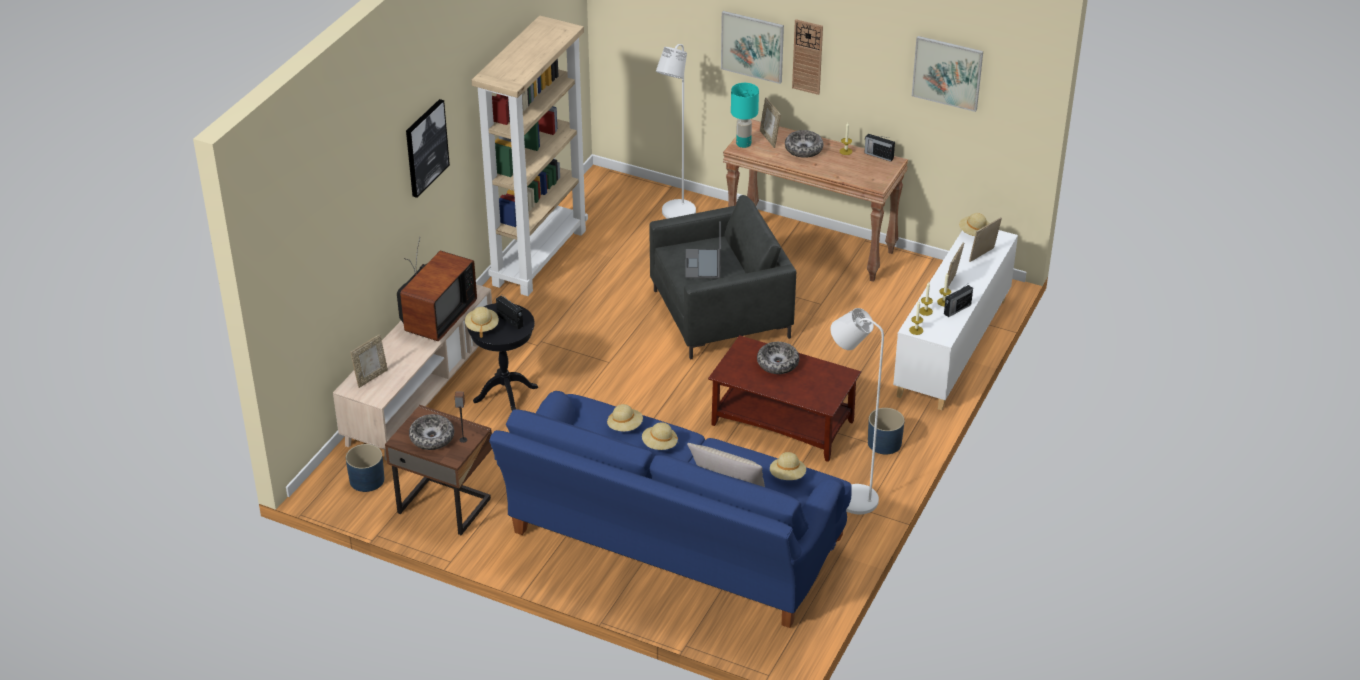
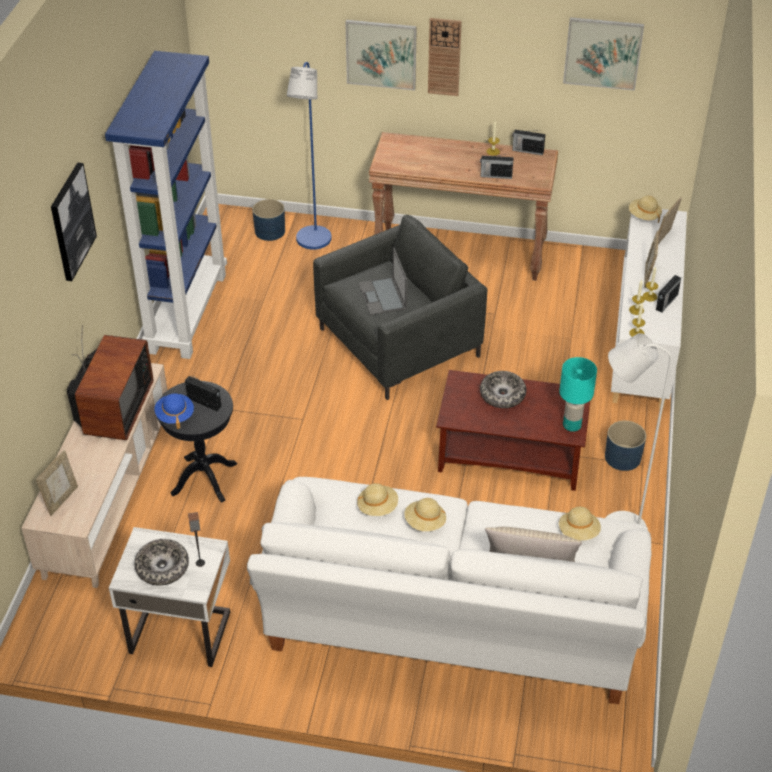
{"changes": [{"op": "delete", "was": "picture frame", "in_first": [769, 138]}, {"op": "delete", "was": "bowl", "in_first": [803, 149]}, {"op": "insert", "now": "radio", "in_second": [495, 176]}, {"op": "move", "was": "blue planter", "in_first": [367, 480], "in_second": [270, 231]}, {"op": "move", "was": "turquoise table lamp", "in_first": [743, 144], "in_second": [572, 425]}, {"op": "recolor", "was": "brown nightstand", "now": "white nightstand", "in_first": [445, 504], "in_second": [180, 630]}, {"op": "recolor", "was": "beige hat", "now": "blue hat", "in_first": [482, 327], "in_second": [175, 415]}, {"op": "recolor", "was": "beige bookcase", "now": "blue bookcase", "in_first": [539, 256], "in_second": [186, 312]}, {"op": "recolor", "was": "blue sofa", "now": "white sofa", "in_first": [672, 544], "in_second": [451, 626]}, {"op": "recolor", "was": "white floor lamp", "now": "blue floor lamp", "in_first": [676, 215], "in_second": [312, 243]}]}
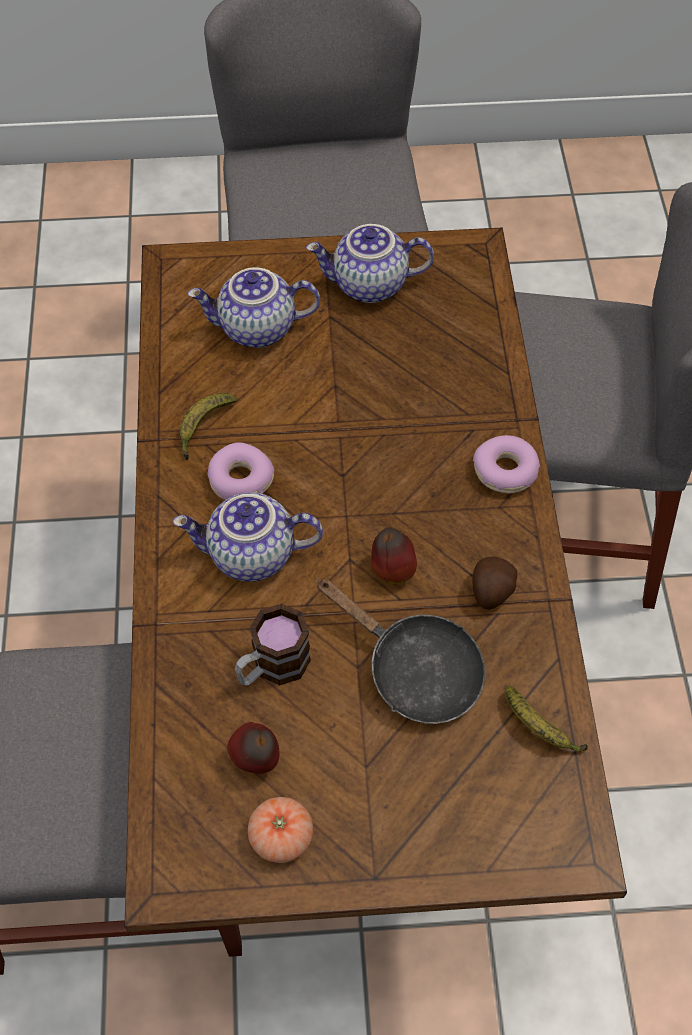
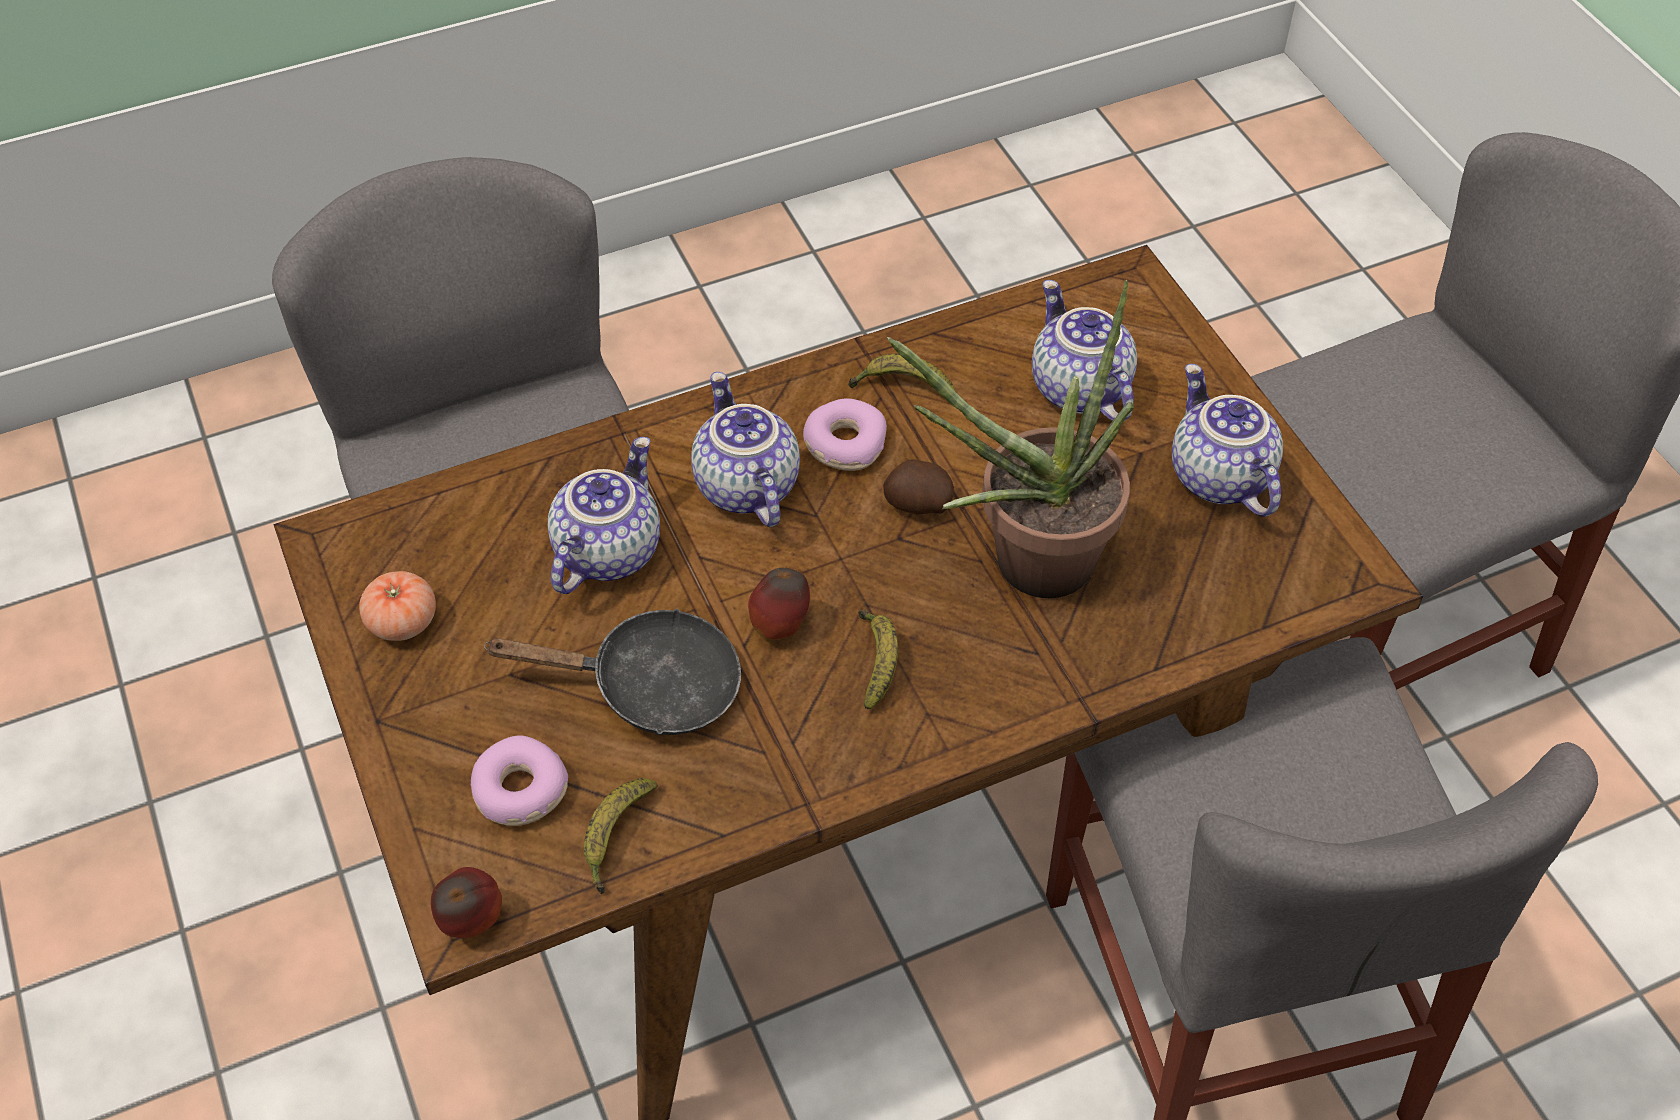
{"changes": [{"op": "insert", "now": "banana", "in_second": [877, 662]}, {"op": "insert", "now": "potted plant", "in_second": [1022, 564]}, {"op": "move", "was": "apple", "in_first": [256, 761], "in_second": [472, 922]}, {"op": "move", "was": "potato", "in_first": [490, 592], "in_second": [917, 504]}, {"op": "move", "was": "donut", "in_first": [505, 471], "in_second": [519, 791]}, {"op": "replace", "was": "mug", "now": "teapot", "in_first": [272, 667], "in_second": [606, 550]}, {"op": "rotate", "was": "black frying pan", "in_first": [414, 670], "in_second": [651, 686], "clockwise": -105}]}
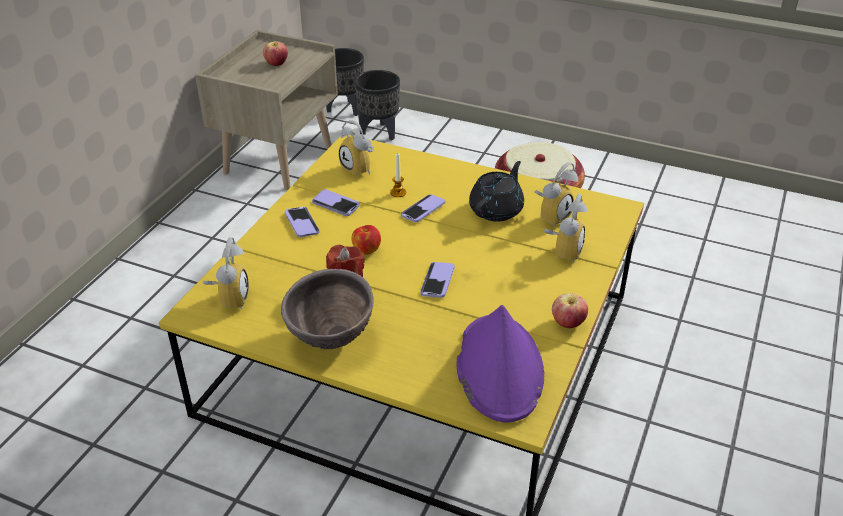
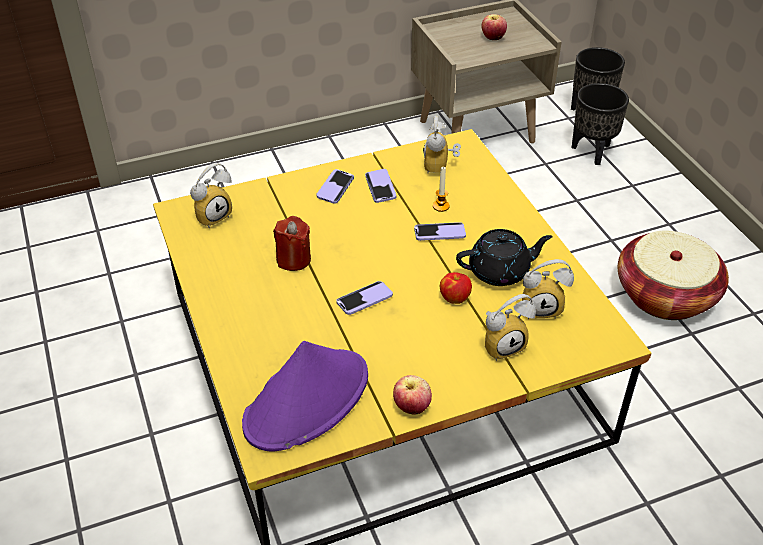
{"changes": [{"op": "delete", "was": "brown bowl", "in_first": [330, 339]}, {"op": "move", "was": "apple", "in_first": [366, 250], "in_second": [454, 298]}]}
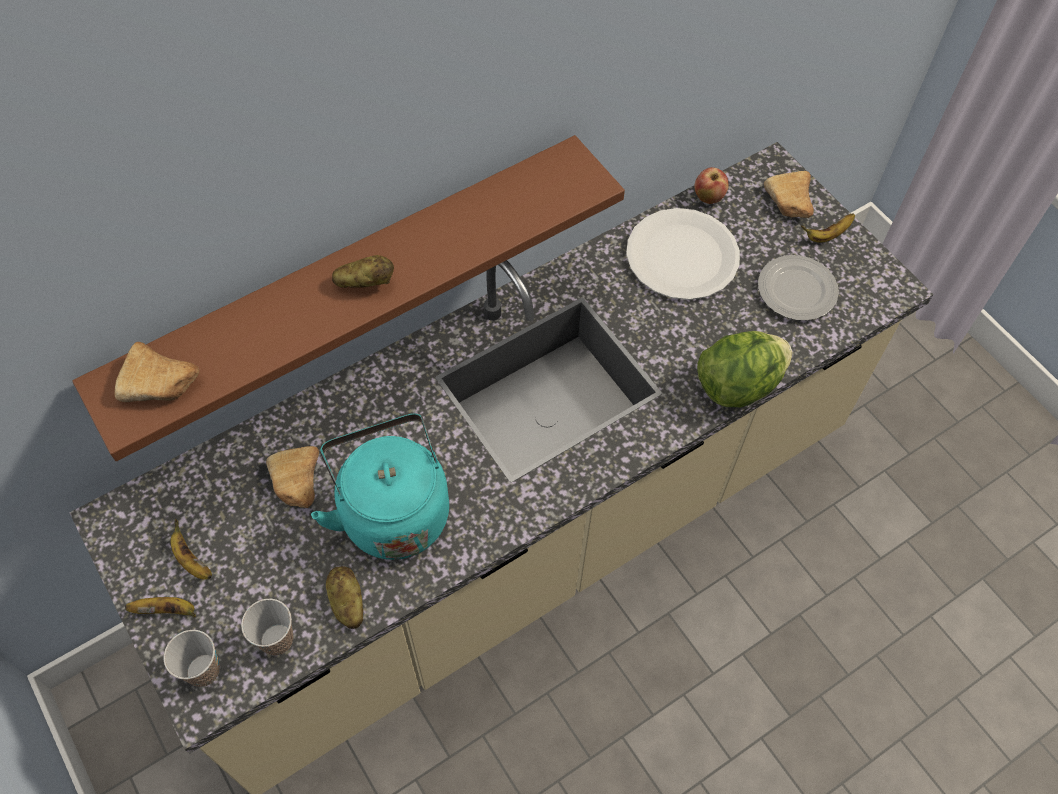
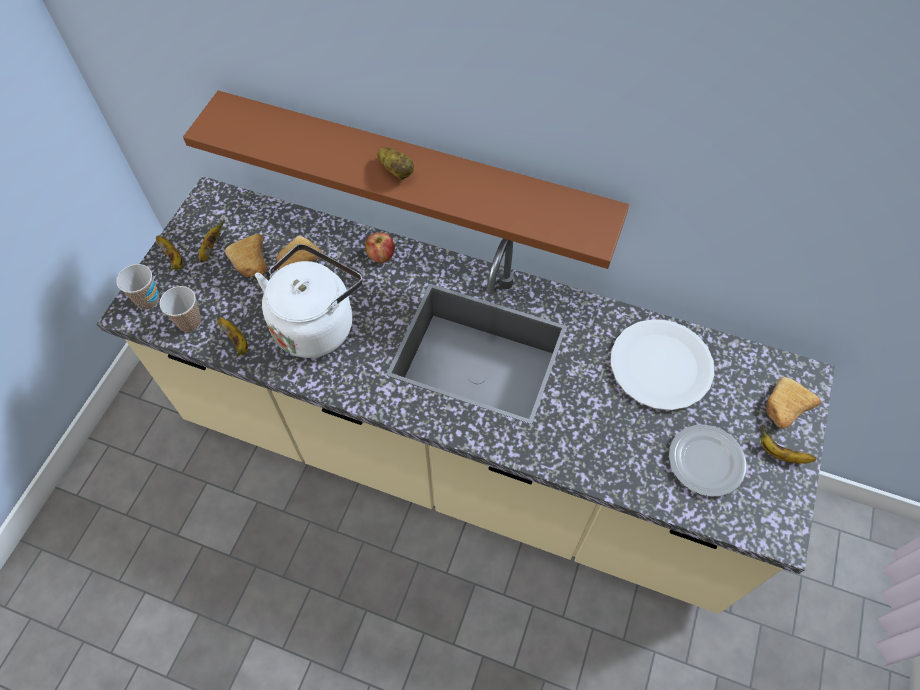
{"changes": [{"op": "delete", "was": "lettuce", "in_first": [737, 385]}, {"op": "move", "was": "bread", "in_first": [162, 384], "in_second": [252, 264]}, {"op": "move", "was": "apple", "in_first": [708, 197], "in_second": [381, 256]}, {"op": "replace", "was": "potato", "now": "banana", "in_first": [347, 603], "in_second": [236, 341]}, {"op": "recolor", "was": "turquoise kettle", "now": "white kettle", "in_first": [392, 510], "in_second": [316, 323]}]}
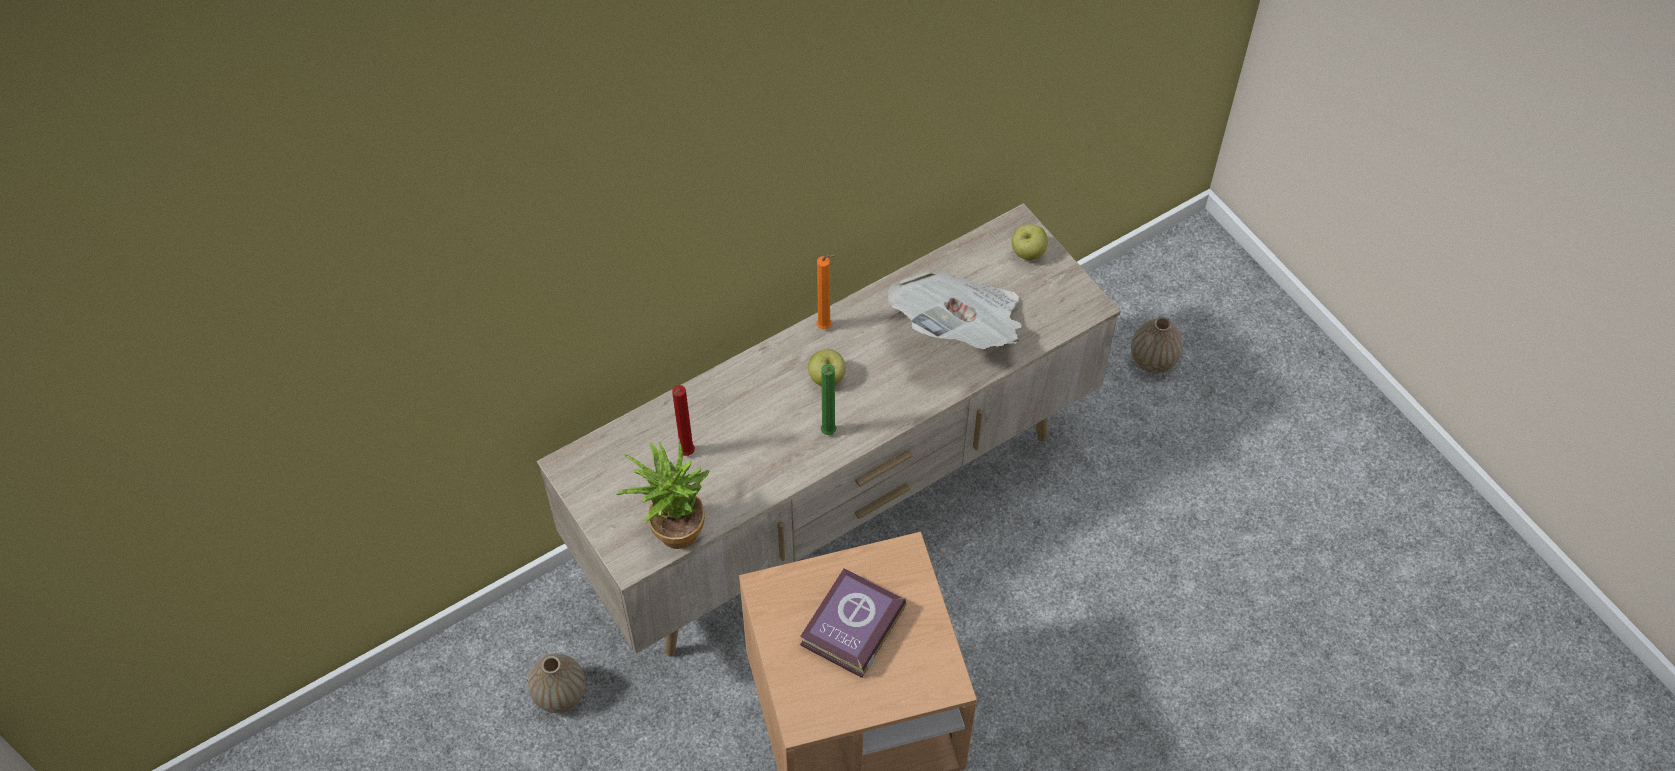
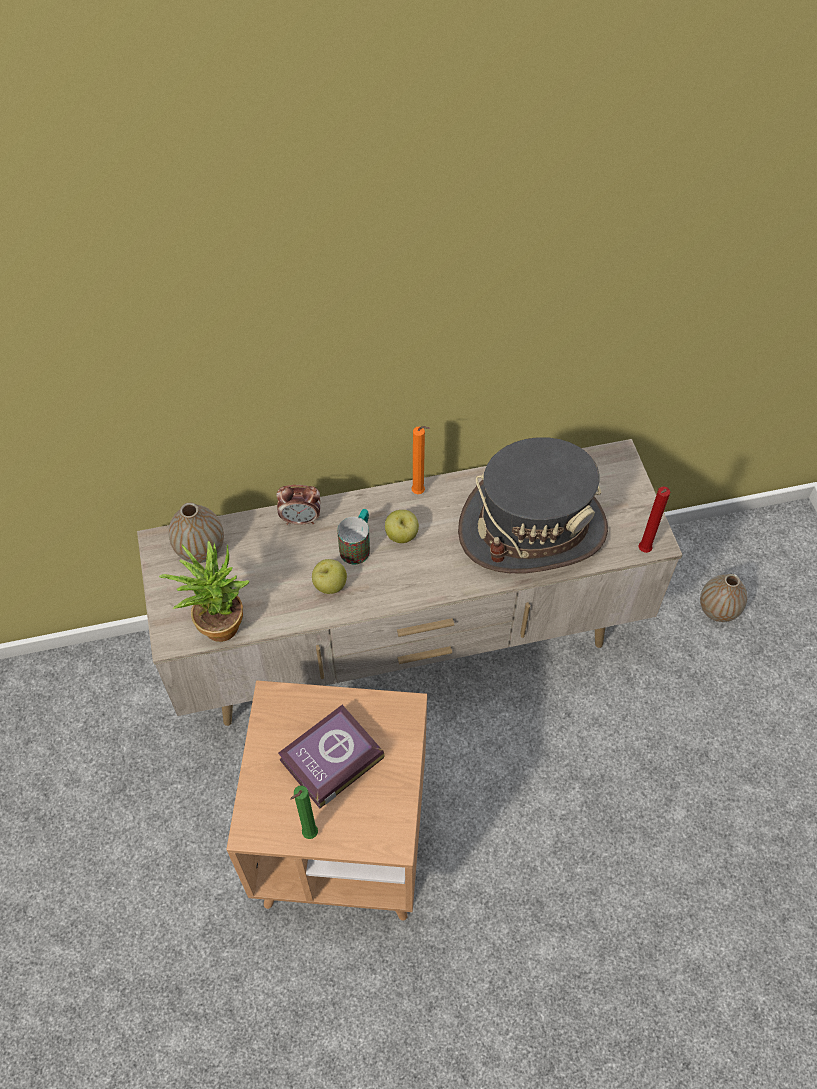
{"changes": [{"op": "insert", "now": "alarm clock", "in_second": [301, 519]}, {"op": "insert", "now": "mug", "in_second": [357, 545]}, {"op": "move", "was": "vase", "in_first": [560, 695], "in_second": [200, 549]}, {"op": "move", "was": "red candle", "in_first": [686, 454], "in_second": [643, 551]}, {"op": "move", "was": "green candle", "in_first": [827, 434], "in_second": [308, 835]}, {"op": "move", "was": "apple", "in_first": [1028, 253], "in_second": [330, 585]}, {"op": "replace", "was": "newspaper", "now": "grey hat", "in_first": [959, 329], "in_second": [532, 528]}]}
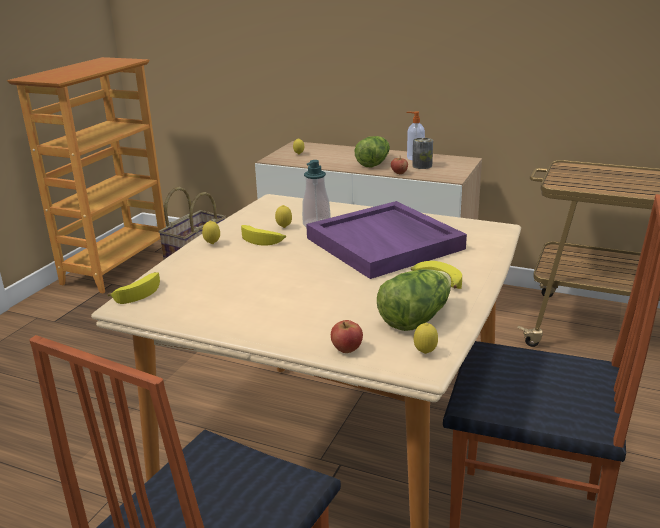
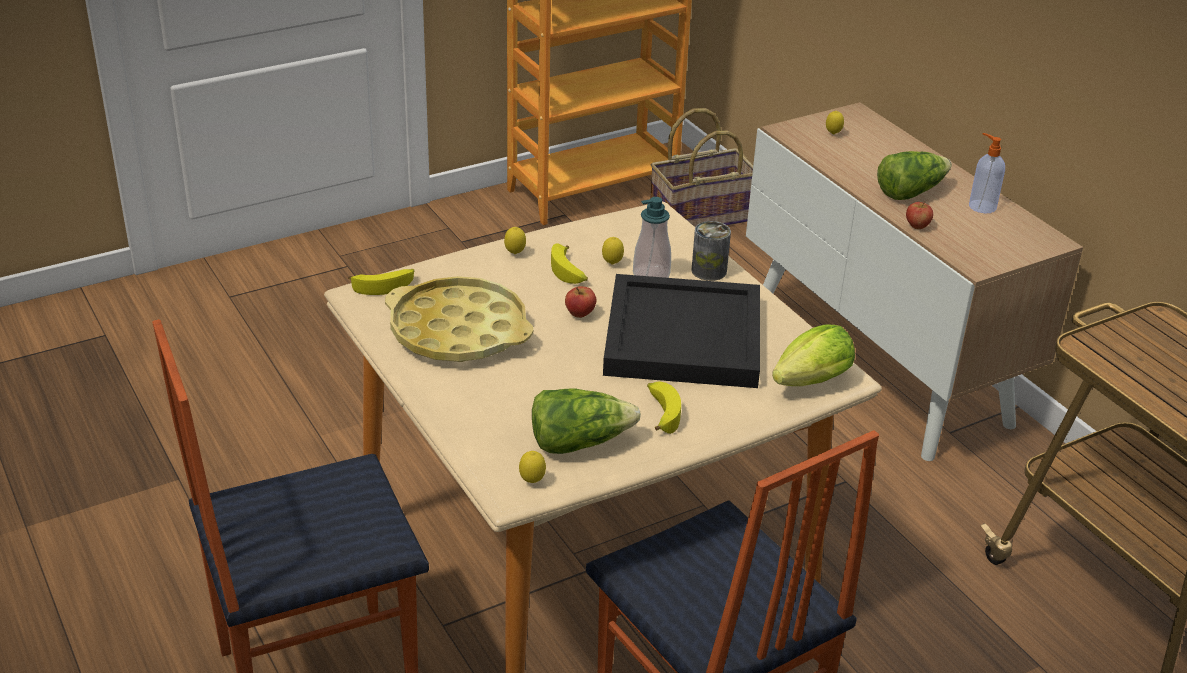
{"changes": [{"op": "insert", "now": "yellow tray", "in_second": [458, 331]}, {"op": "insert", "now": "lettuce", "in_second": [807, 384]}, {"op": "move", "was": "apple", "in_first": [347, 349], "in_second": [580, 314]}, {"op": "move", "was": "can", "in_first": [422, 166], "in_second": [709, 271]}, {"op": "recolor", "was": "purple tray", "now": "black tray", "in_first": [386, 243], "in_second": [684, 338]}]}
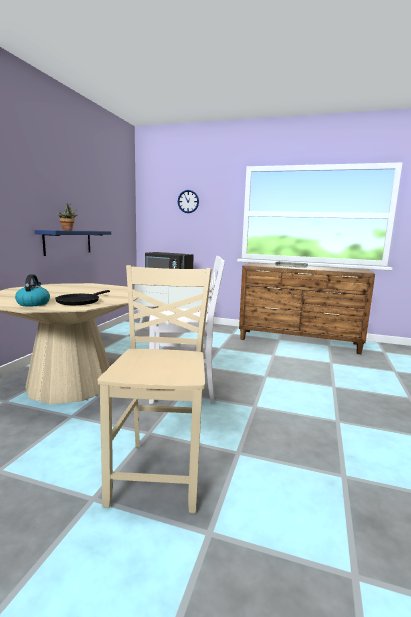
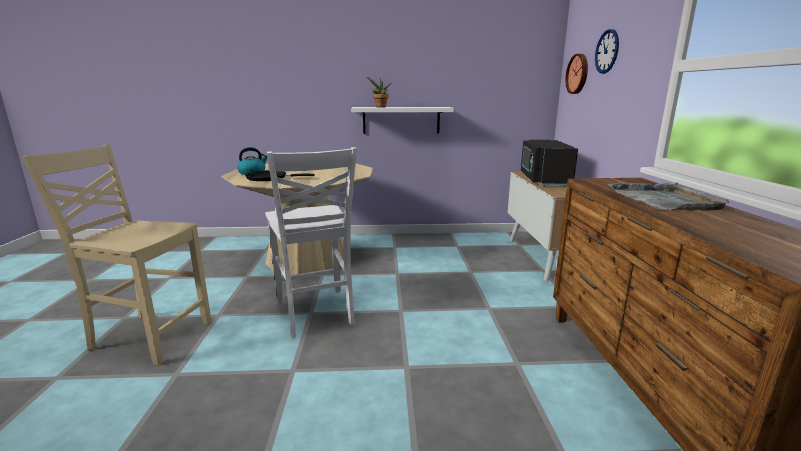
{"changes": [{"op": "insert", "now": "wall clock", "in_second": [578, 74]}, {"op": "recolor", "was": "blue shelf", "now": "white shelf", "in_first": [68, 242], "in_second": [401, 120]}, {"op": "rotate", "was": "beige chair", "in_first": [160, 473], "in_second": [150, 336], "clockwise": -150}]}
